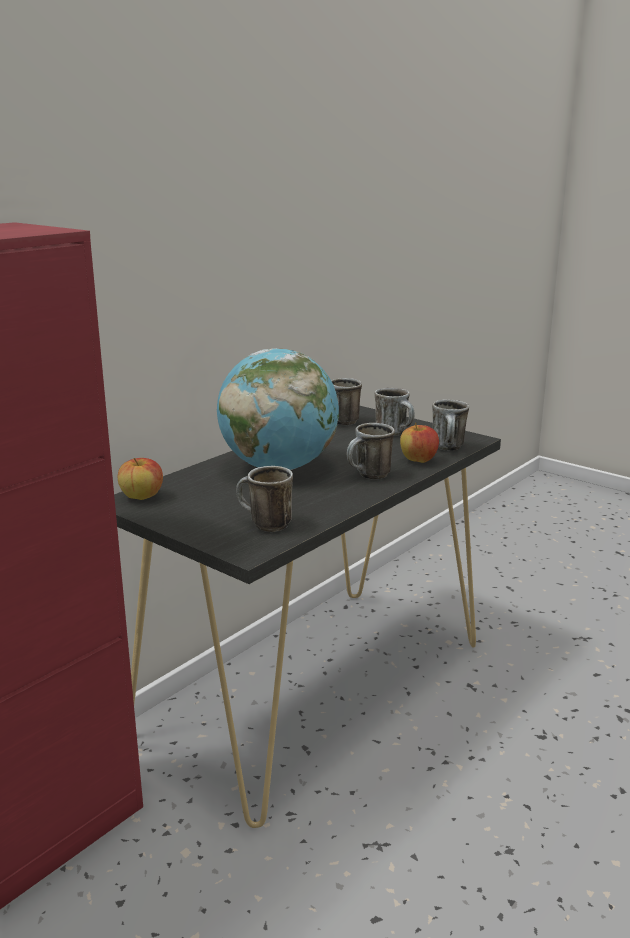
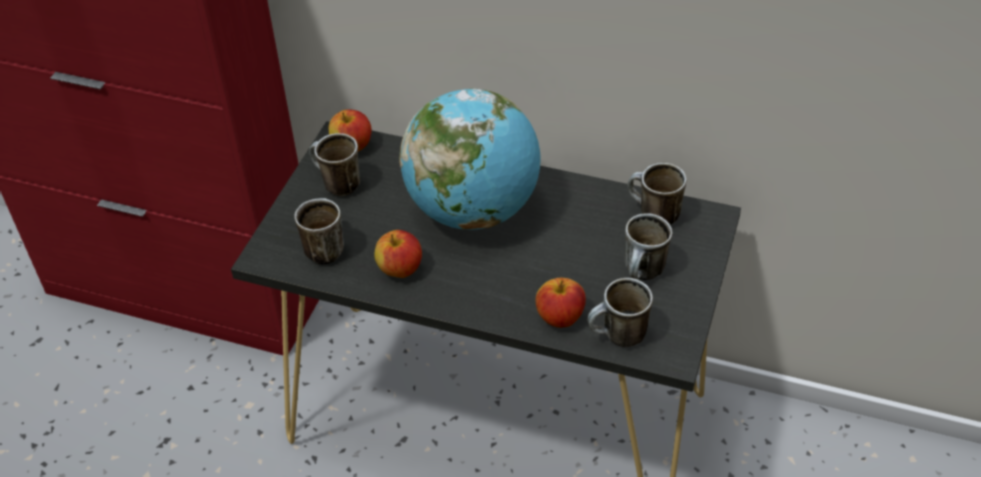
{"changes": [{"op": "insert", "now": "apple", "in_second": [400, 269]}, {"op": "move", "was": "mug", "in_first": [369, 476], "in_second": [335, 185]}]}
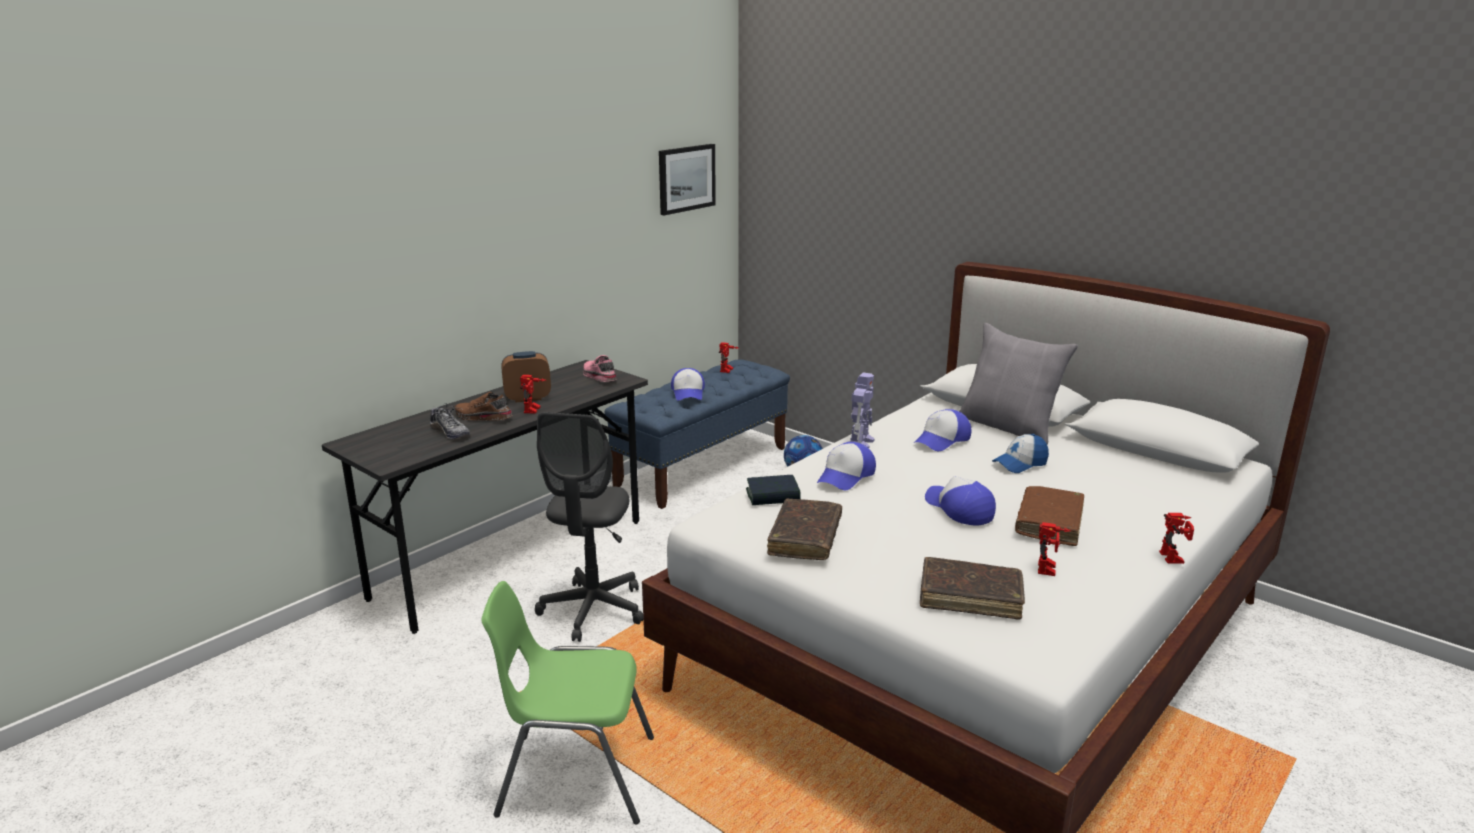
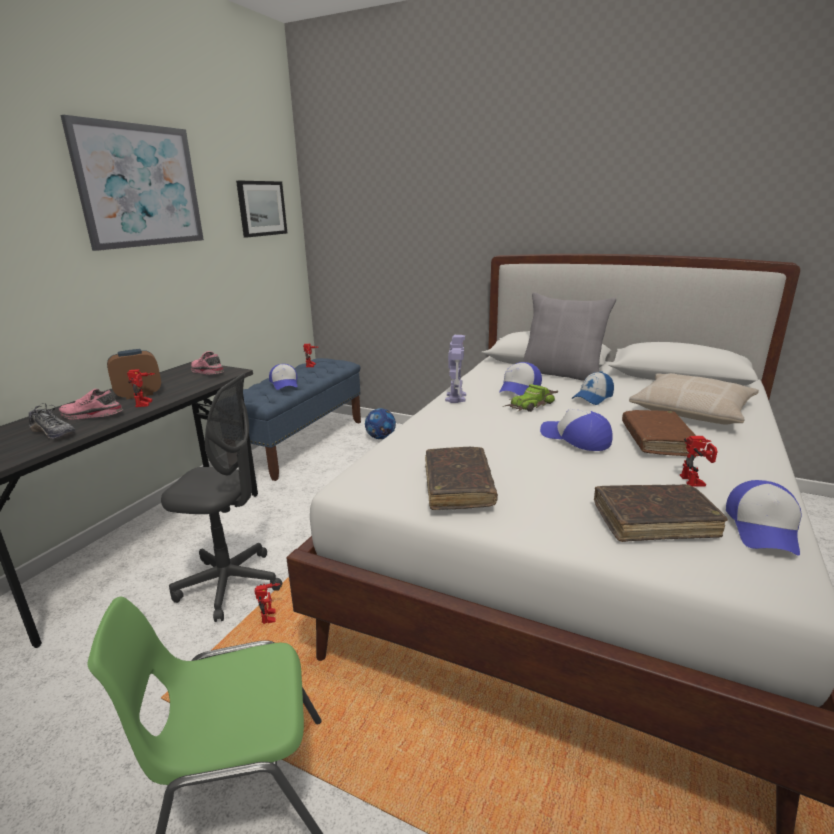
{"changes": [{"op": "delete", "was": "book", "in_first": [773, 496]}, {"op": "insert", "now": "picture", "in_second": [140, 186]}, {"op": "insert", "now": "toy car", "in_second": [531, 405]}, {"op": "insert", "now": "beige pillow", "in_second": [692, 410]}, {"op": "move", "was": "cap", "in_first": [846, 476], "in_second": [763, 528]}, {"op": "move", "was": "toy robot", "in_first": [1175, 558], "in_second": [271, 618]}, {"op": "recolor", "was": "brown shoe", "now": "pink shoe", "in_first": [482, 417], "in_second": [91, 416]}, {"op": "rotate", "was": "grey office chair", "in_first": [593, 610], "in_second": [230, 584], "clockwise": -75}]}
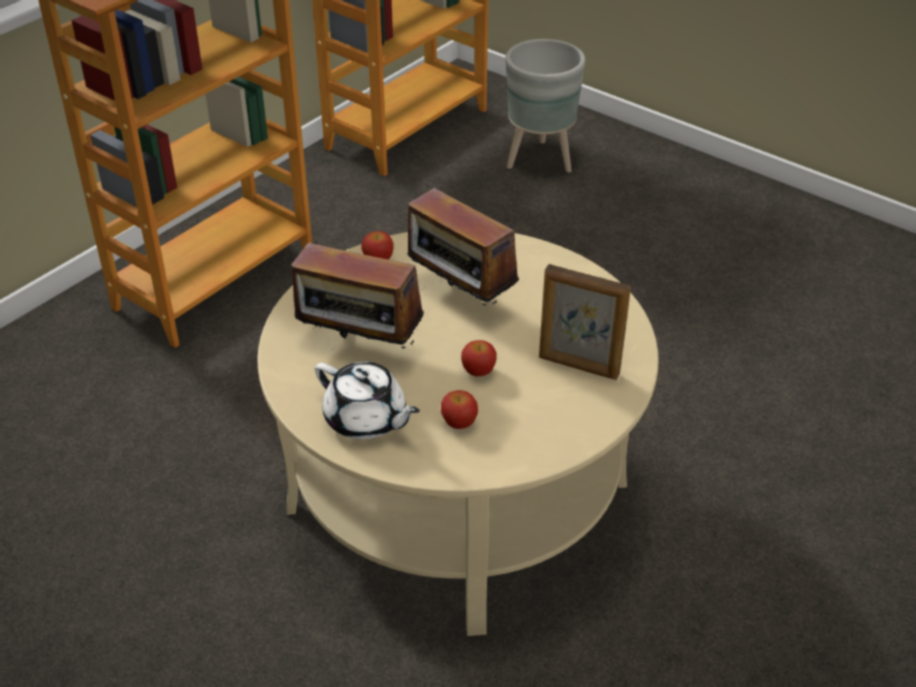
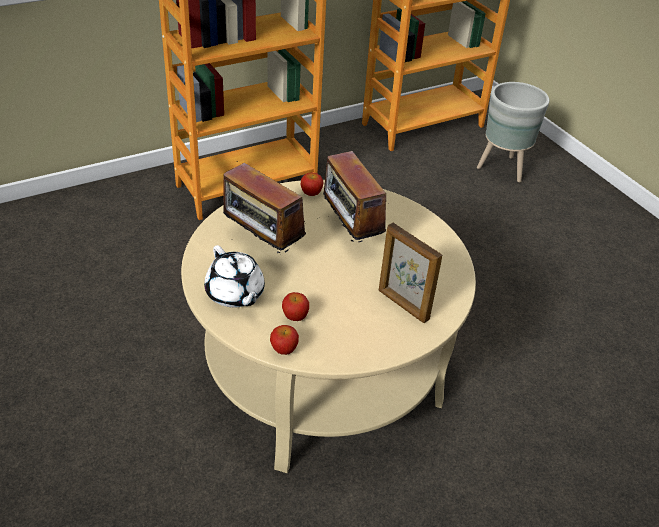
{"changes": [{"op": "move", "was": "apple", "in_first": [479, 371], "in_second": [284, 349]}]}
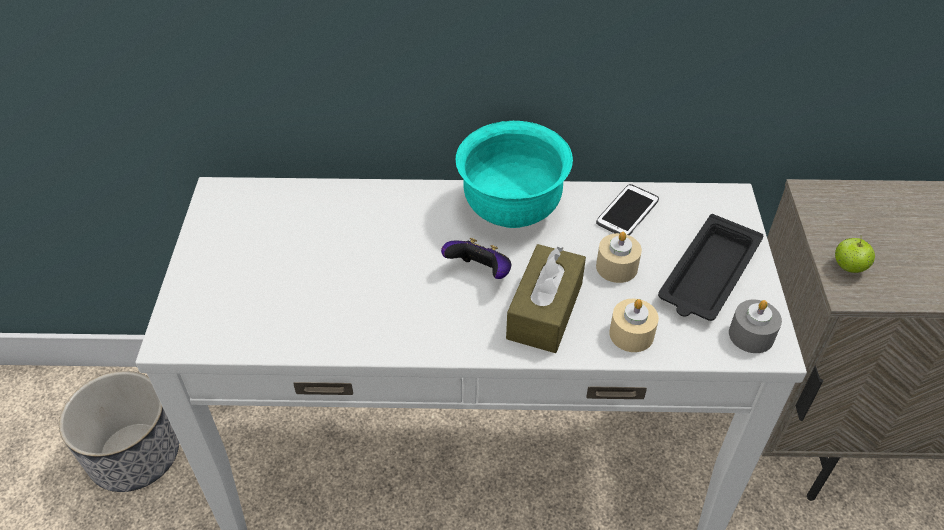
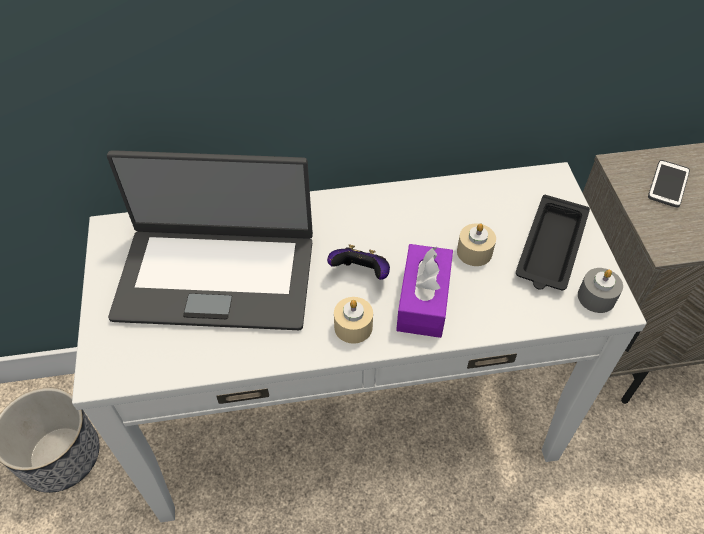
{"changes": [{"op": "delete", "was": "turquoise bowl", "in_first": [511, 210]}, {"op": "delete", "was": "apple", "in_first": [848, 267]}, {"op": "insert", "now": "laptop", "in_second": [216, 276]}, {"op": "move", "was": "phone", "in_first": [627, 212], "in_second": [668, 184]}, {"op": "move", "was": "beige candle", "in_first": [631, 334], "in_second": [353, 327]}, {"op": "recolor", "was": "brown tissue box", "now": "purple tissue box", "in_first": [545, 311], "in_second": [423, 300]}]}
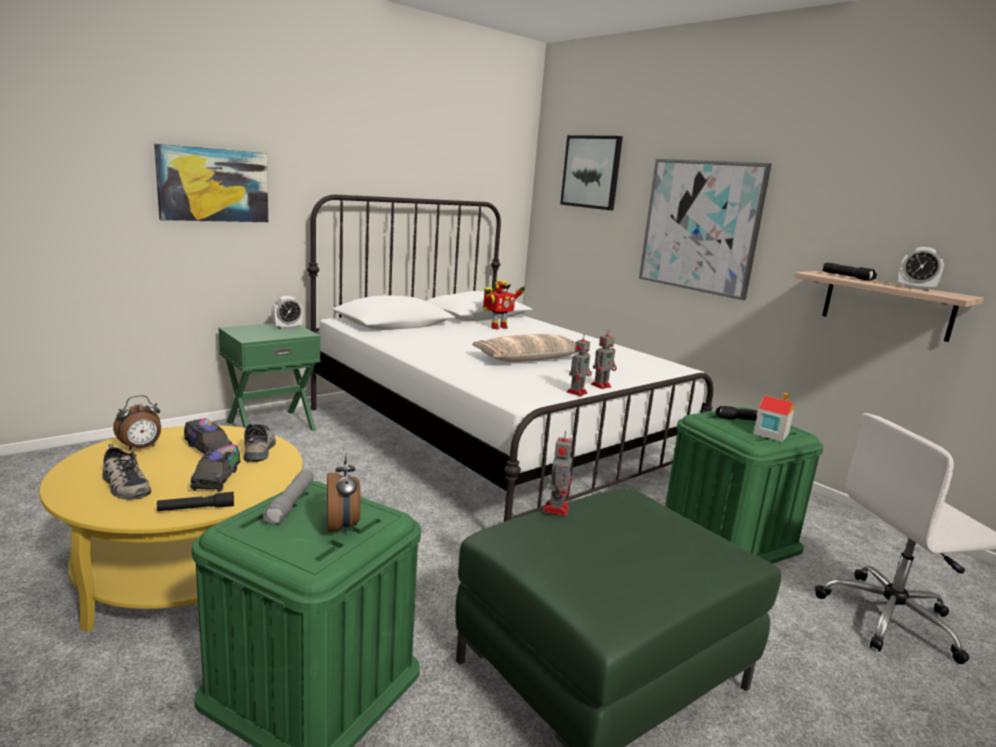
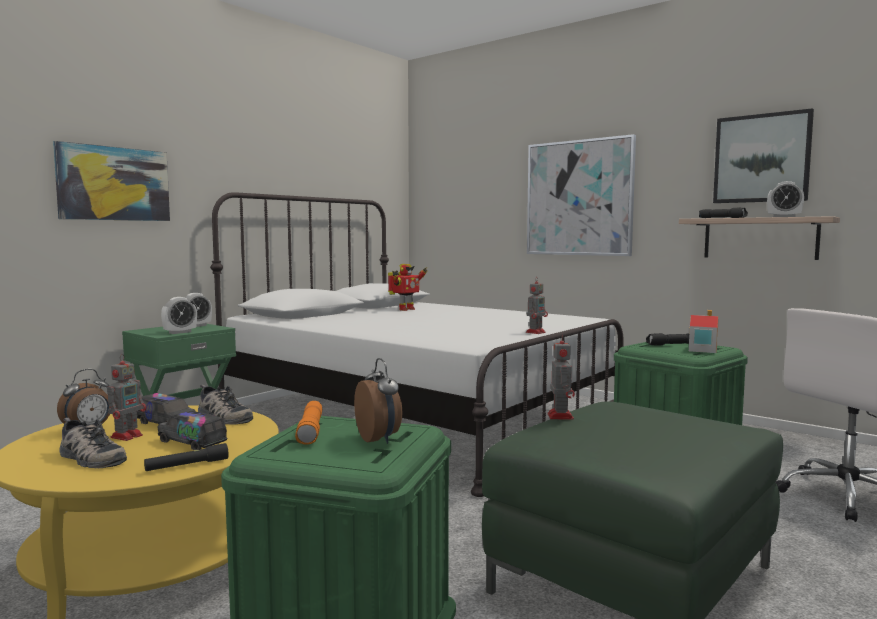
{"changes": [{"op": "delete", "was": "pillow", "in_first": [528, 358]}, {"op": "insert", "now": "alarm clock", "in_second": [180, 332]}, {"op": "move", "was": "picture", "in_first": [591, 172], "in_second": [761, 158]}, {"op": "move", "was": "toy robot", "in_first": [577, 392], "in_second": [128, 436]}, {"op": "recolor", "was": "grey flashlight", "now": "orange flashlight", "in_first": [291, 504], "in_second": [311, 431]}, {"op": "rotate", "was": "toy truck", "in_first": [217, 478], "in_second": [192, 442], "clockwise": 135}, {"op": "rotate", "was": "shoe", "in_first": [260, 448], "in_second": [222, 417], "clockwise": 150}]}
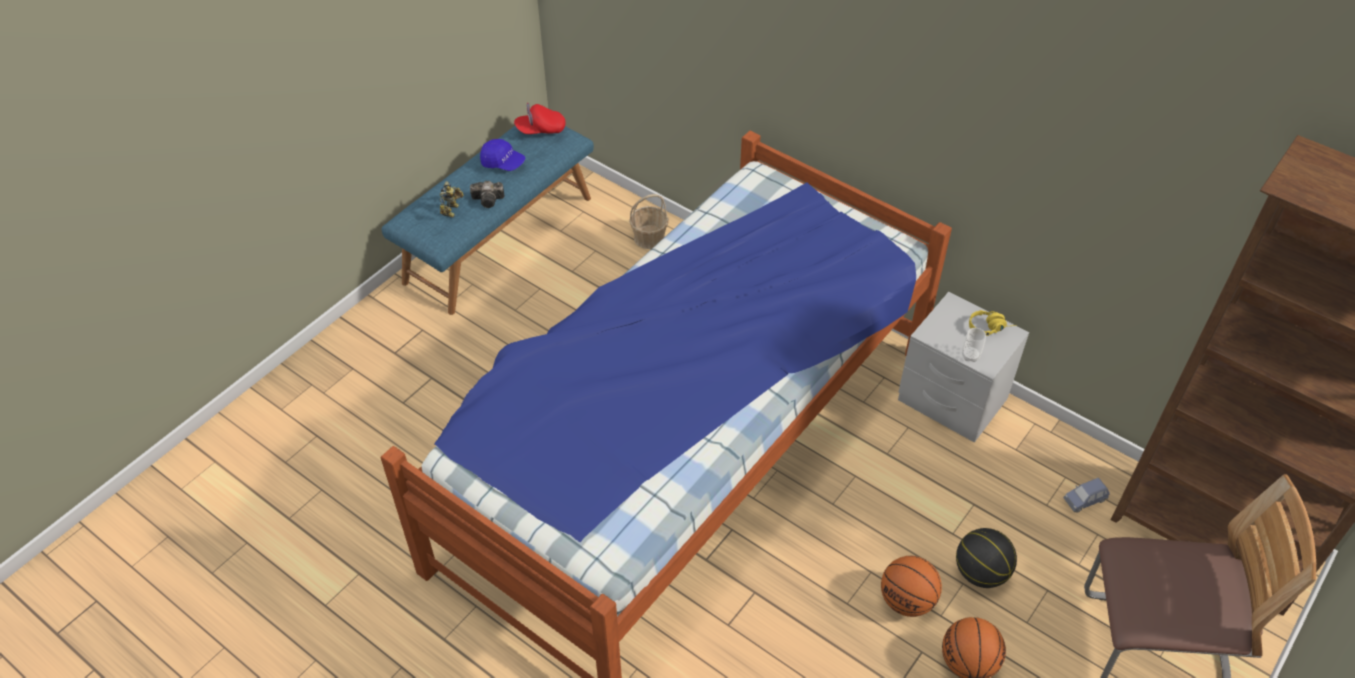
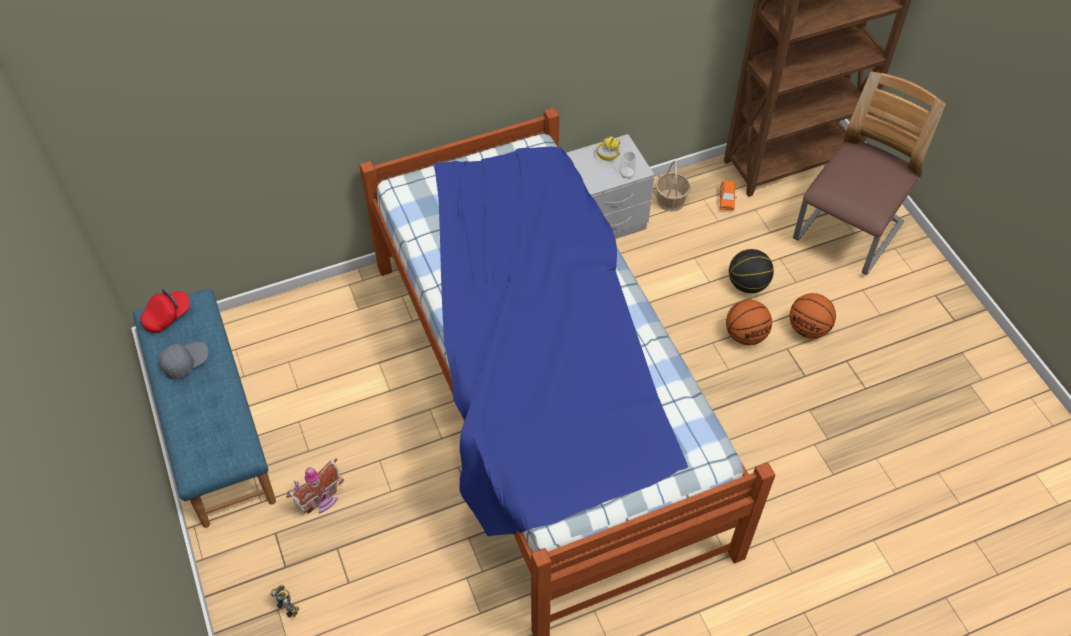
{"changes": [{"op": "delete", "was": "photo camera", "in_first": [489, 200]}, {"op": "insert", "now": "toy house", "in_second": [320, 500]}, {"op": "move", "was": "toy robot", "in_first": [452, 210], "in_second": [289, 605]}, {"op": "move", "was": "basket", "in_first": [649, 238], "in_second": [671, 200]}, {"op": "recolor", "was": "blue cap", "now": "grey cap", "in_first": [503, 163], "in_second": [185, 363]}, {"op": "recolor", "was": "blue toy car", "now": "orange toy car", "in_first": [1084, 500], "in_second": [726, 200]}, {"op": "rotate", "was": "red cap", "in_first": [540, 130], "in_second": [167, 316], "clockwise": -150}]}
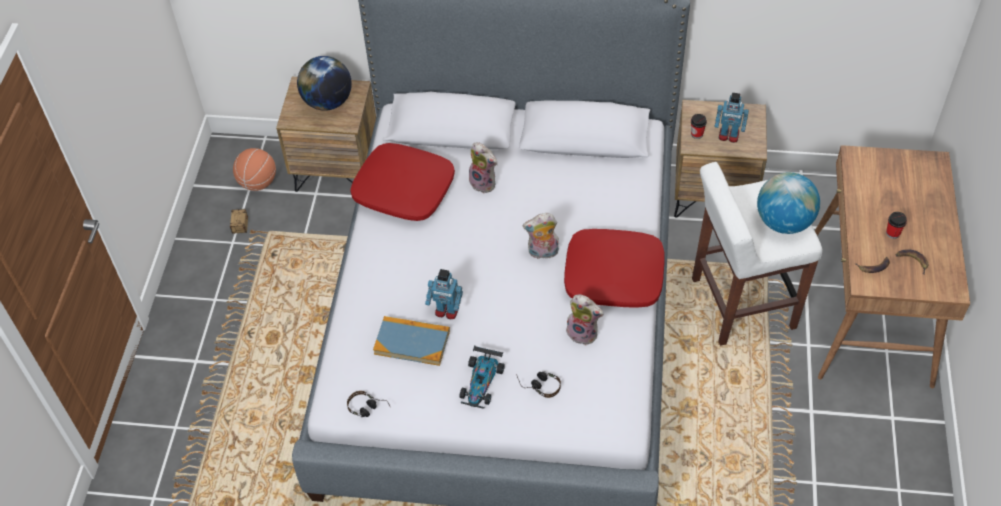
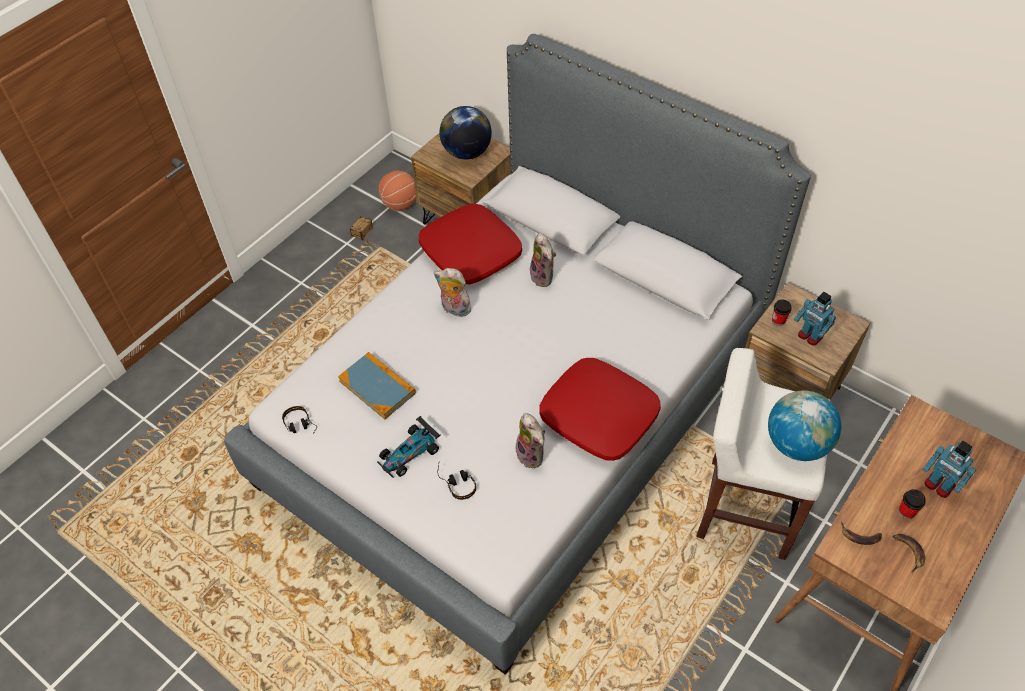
{"changes": [{"op": "move", "was": "toy robot", "in_first": [446, 311], "in_second": [939, 485]}, {"op": "move", "was": "plush toy", "in_first": [542, 253], "in_second": [454, 309]}]}
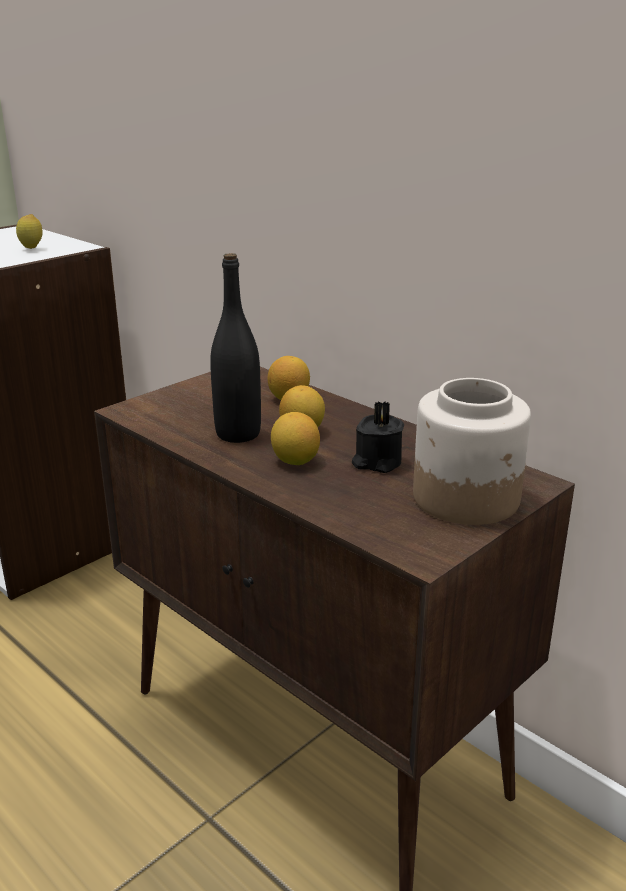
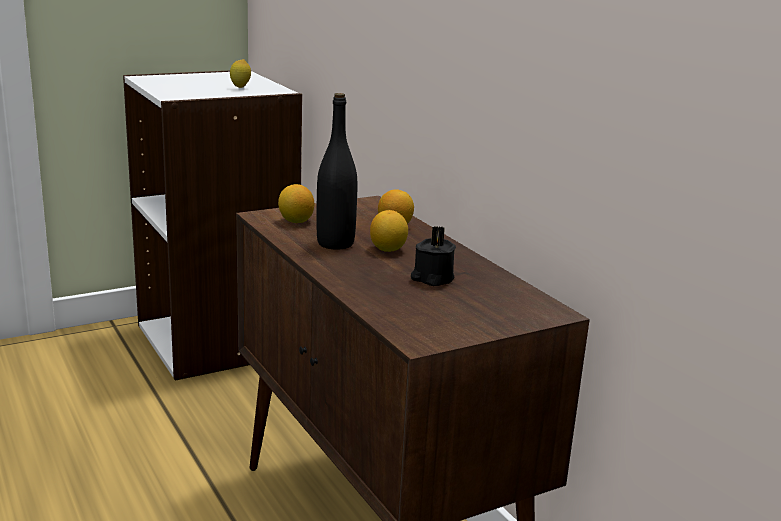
{"changes": [{"op": "delete", "was": "jar", "in_first": [467, 498]}, {"op": "move", "was": "lemon", "in_first": [295, 461], "in_second": [296, 221]}]}
